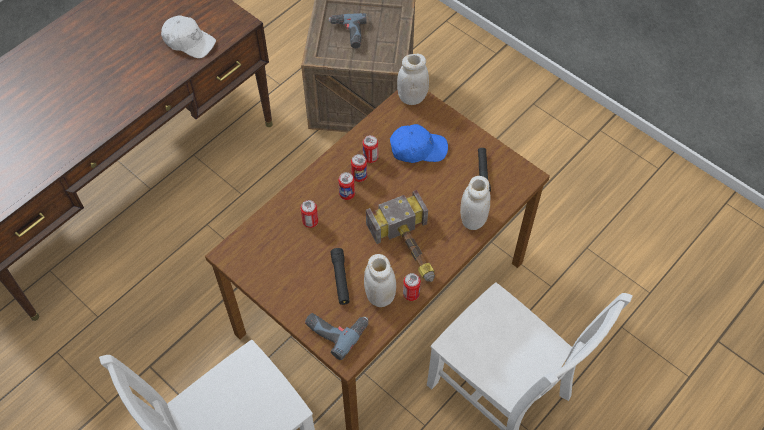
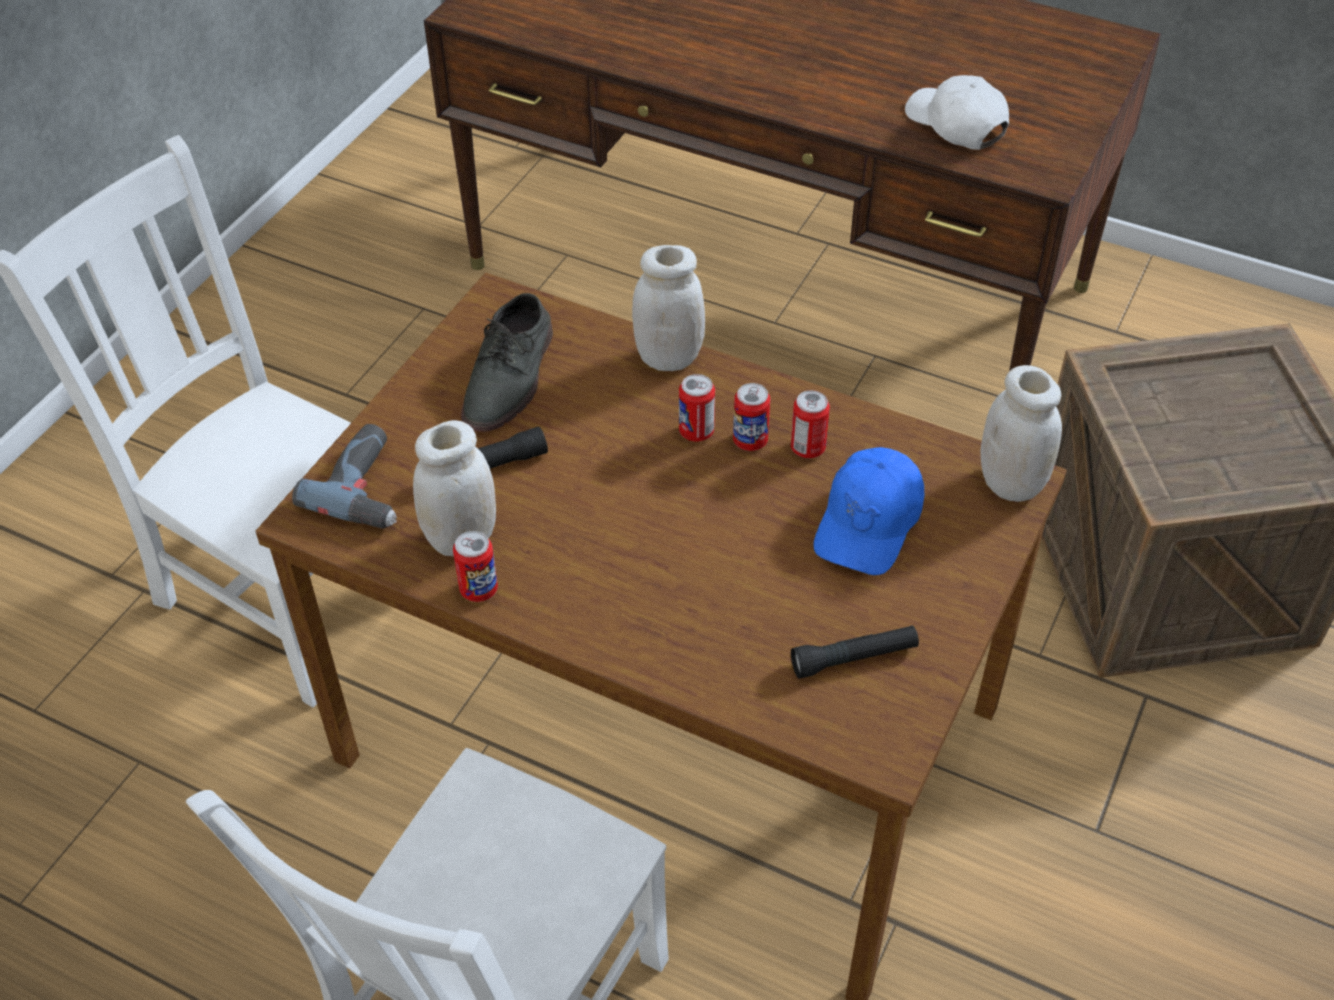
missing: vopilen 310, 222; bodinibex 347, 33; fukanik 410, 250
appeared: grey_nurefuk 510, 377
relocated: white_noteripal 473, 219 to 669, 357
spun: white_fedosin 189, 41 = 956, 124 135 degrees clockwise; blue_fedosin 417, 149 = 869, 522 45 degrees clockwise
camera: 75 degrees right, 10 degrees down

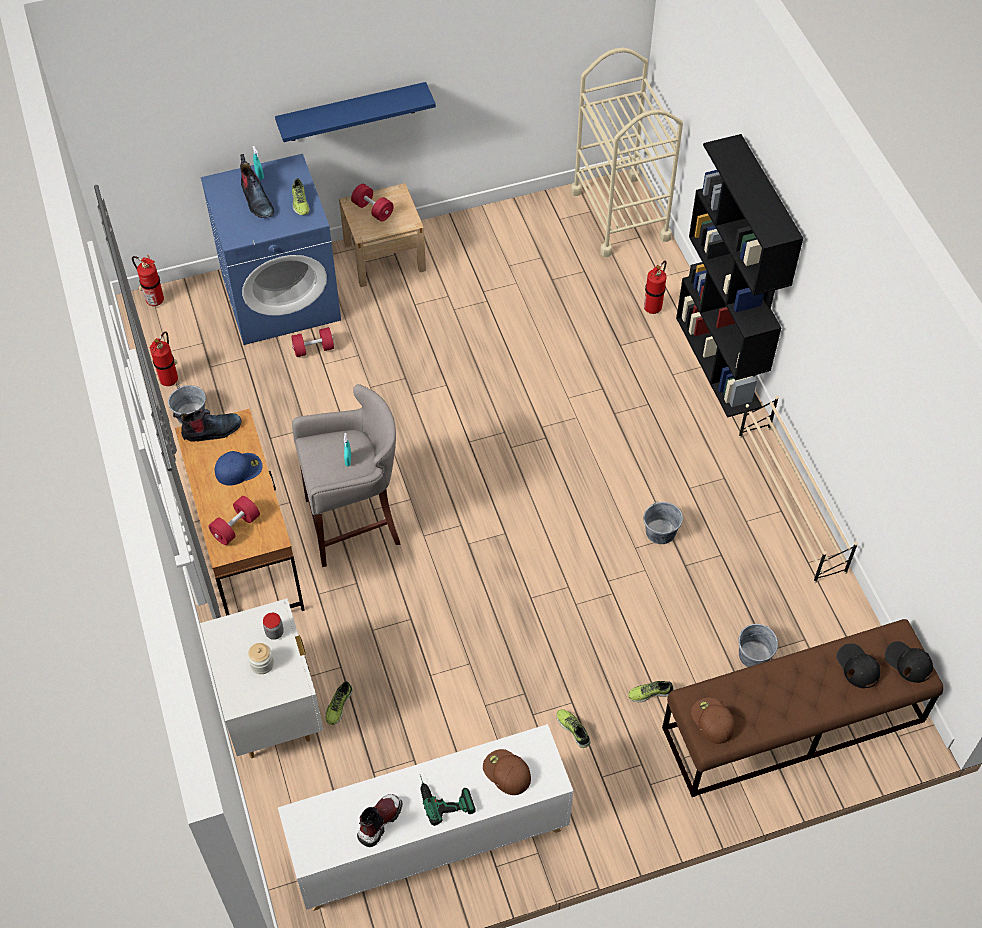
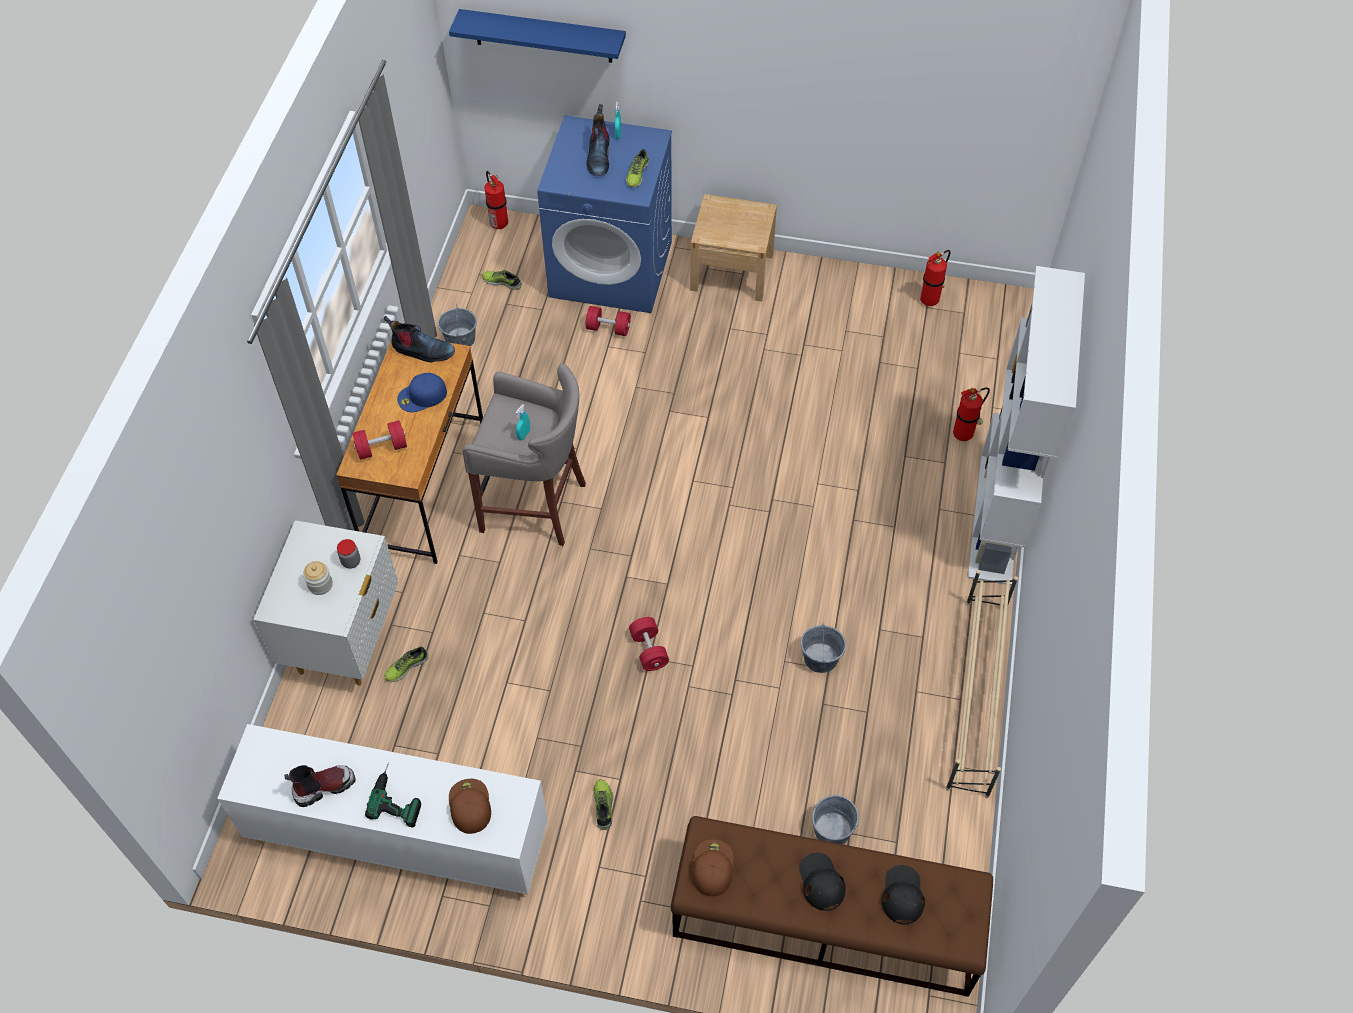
missing: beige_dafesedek 620, 214
relocated: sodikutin 170, 379 to 930, 300; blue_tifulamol 352, 112 to 543, 36; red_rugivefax 373, 210 to 649, 650; nurefuk 650, 693 to 502, 282; black_fedosin 908, 662 to 821, 882
colour: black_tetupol 719, 362 to white_tetupol 996, 519
spun: blue_fedosin 239, 468 = 422, 396 150 degrees clockwise
camera: 30 degrees right, 0 degrees up

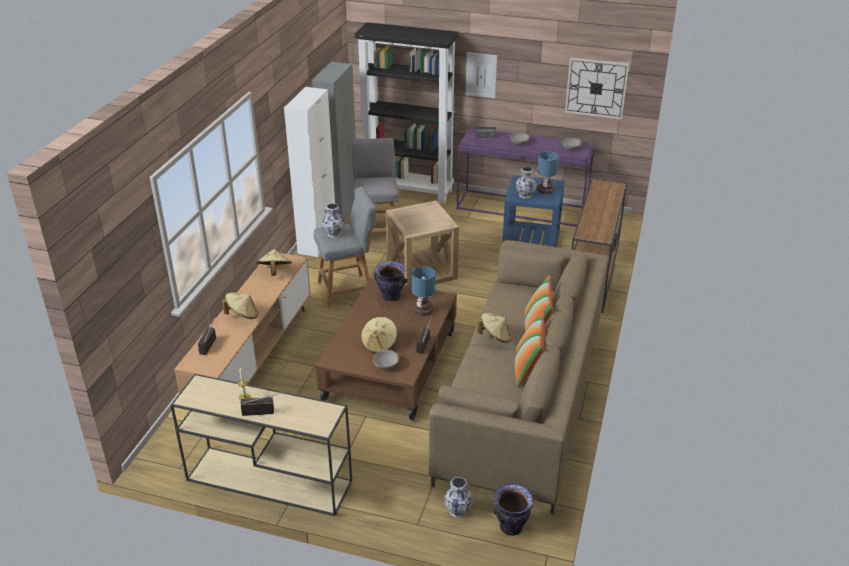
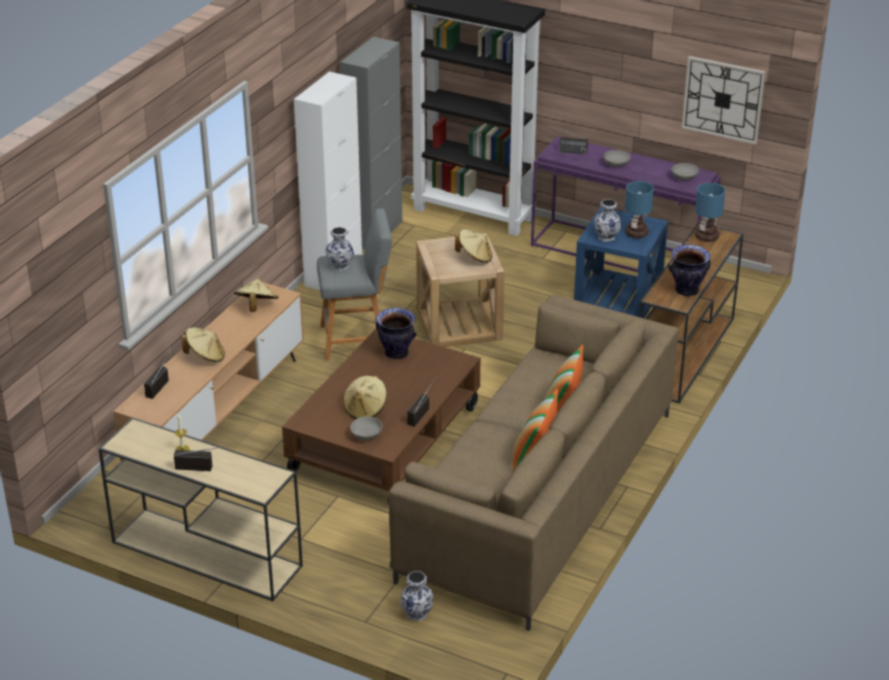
missing: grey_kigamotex 377, 233; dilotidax 481, 75
relocated: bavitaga 423, 311 to 706, 237; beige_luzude 495, 337 to 475, 257; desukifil 511, 527 to 687, 291
camera: 10 degrees right, 0 degrees up

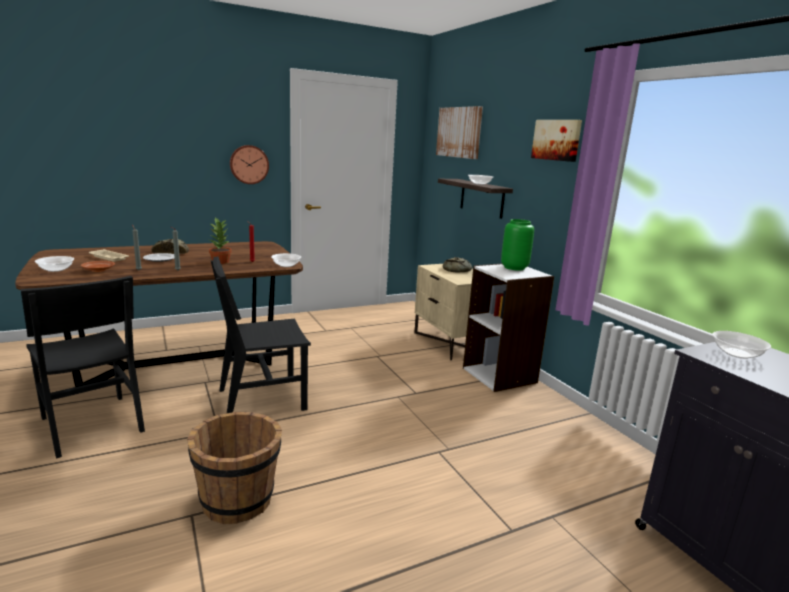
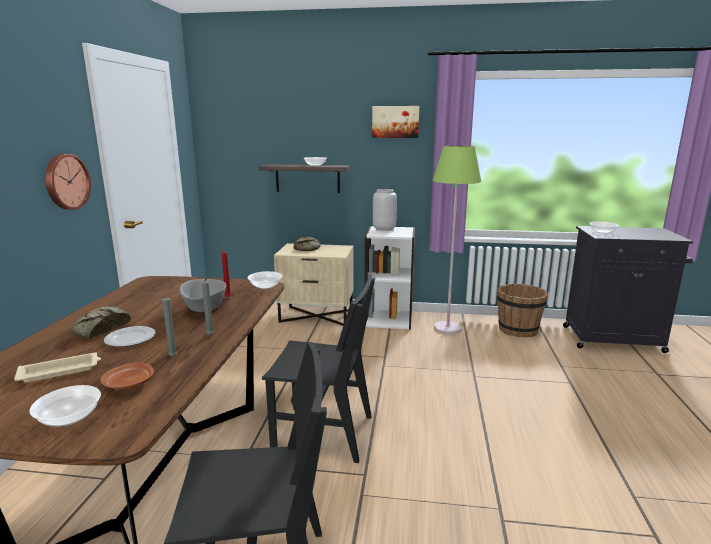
missing: dilotidax 459, 132
appeared: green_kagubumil 447, 328
relocated: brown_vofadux 238, 500 to 518, 330
exchanged: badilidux 221, 262 to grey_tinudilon 203, 310
colour: green_desukifil 513, 267 to grey_desukifil 383, 229
spun: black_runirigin 262, 399 = 323, 433 90 degrees counterclockwise
camera: 55 degrees left, 0 degrees up

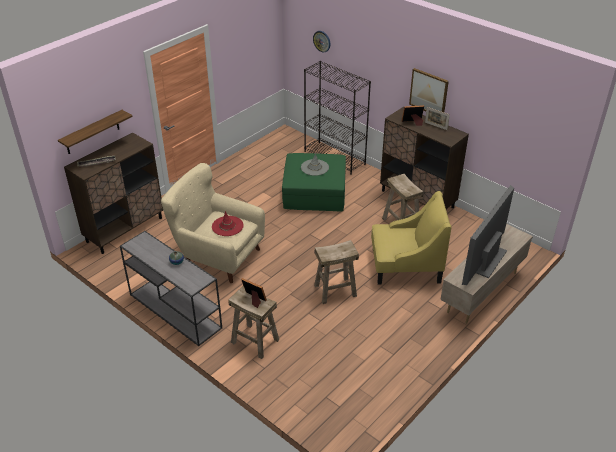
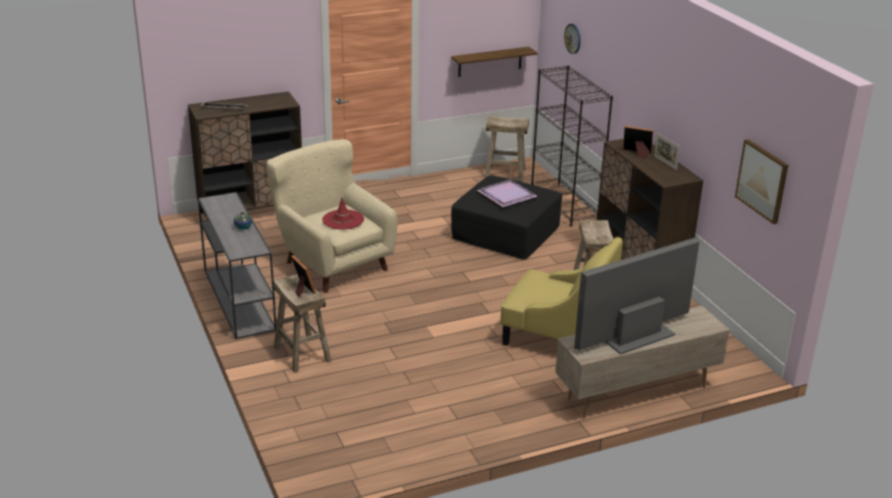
relocated: tifulamol 92, 132 to 490, 61; beige_kigamotex 335, 290 to 505, 173; dilotidax 429, 92 to 762, 180
exchanged: grey_luzude 314, 167 to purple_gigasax 507, 194
colour: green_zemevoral 314, 192 to black_zemevoral 506, 232
camera: 25 degrees right, 10 degrees down

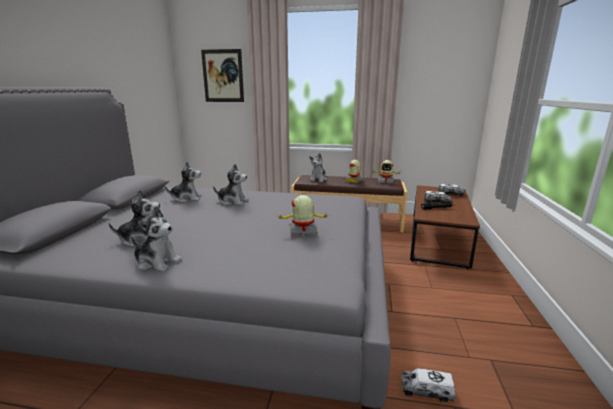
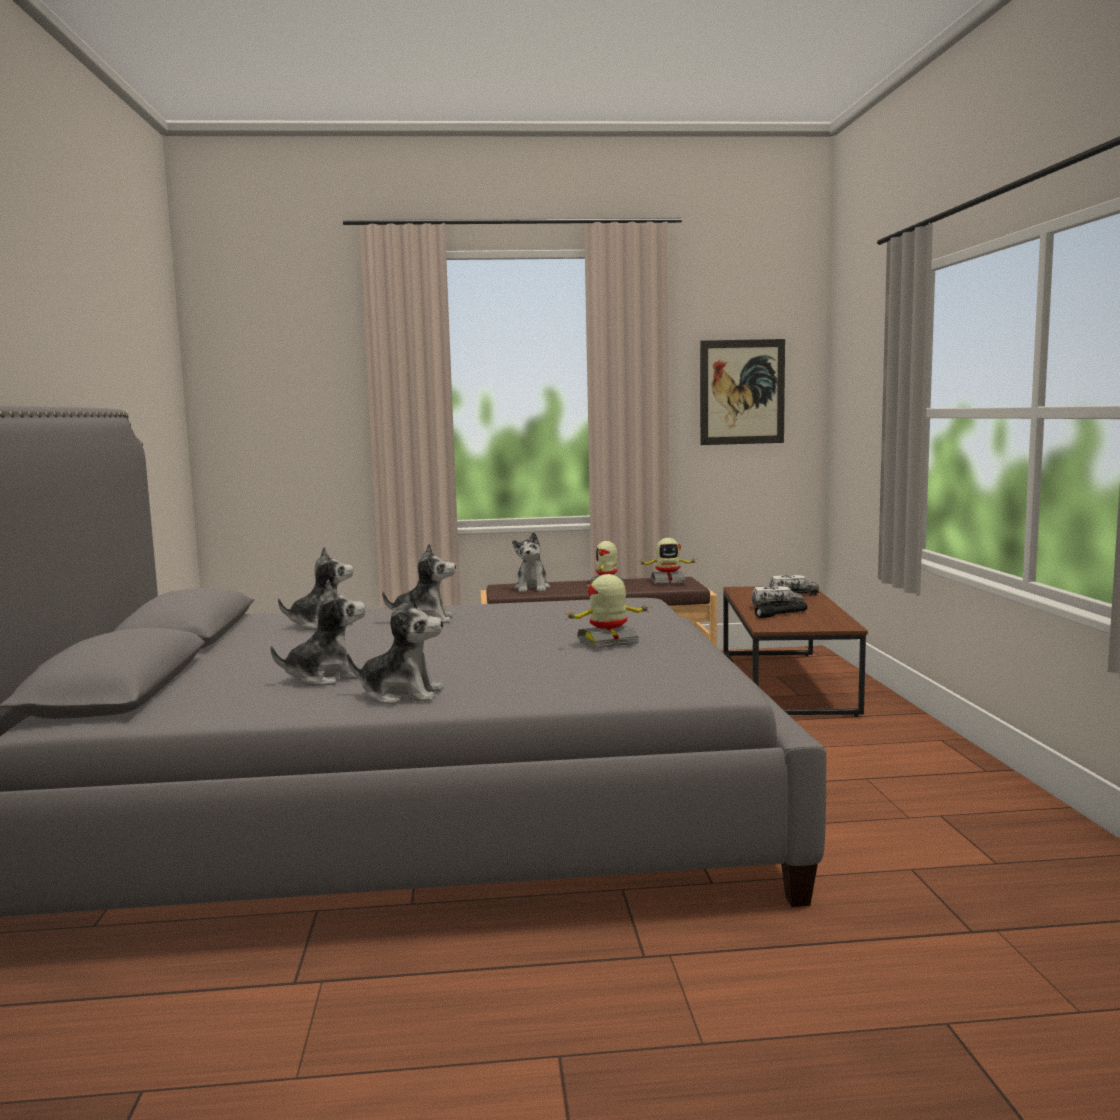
missing: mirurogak 426, 391
relocated: dilotidax 223, 76 to 742, 392
camera: 15 degrees left, 10 degrees down

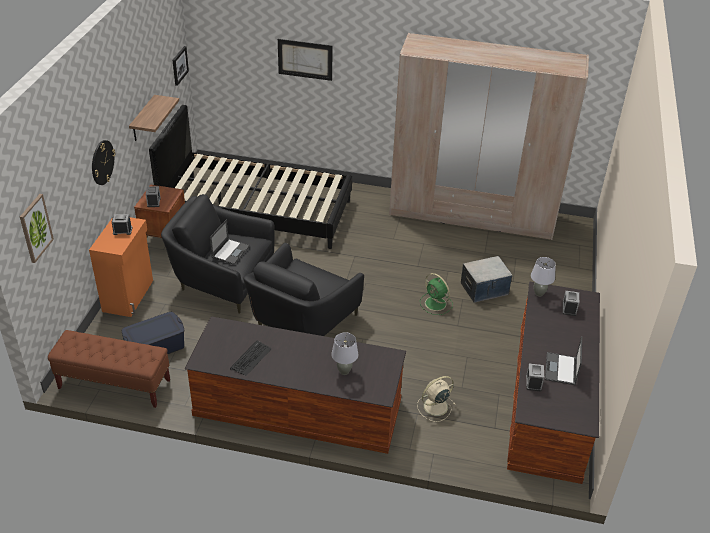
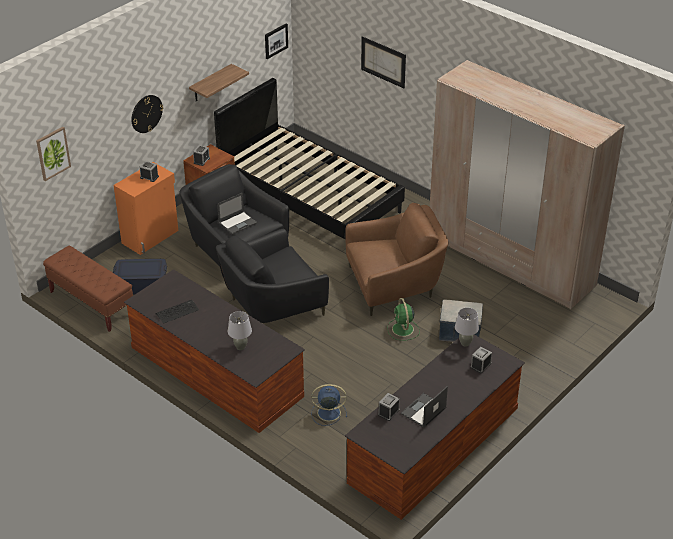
appeared: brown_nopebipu 394, 284
colour: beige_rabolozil 434, 407 to blue_rabolozil 327, 413
camera: 30 degrees right, 0 degrees up

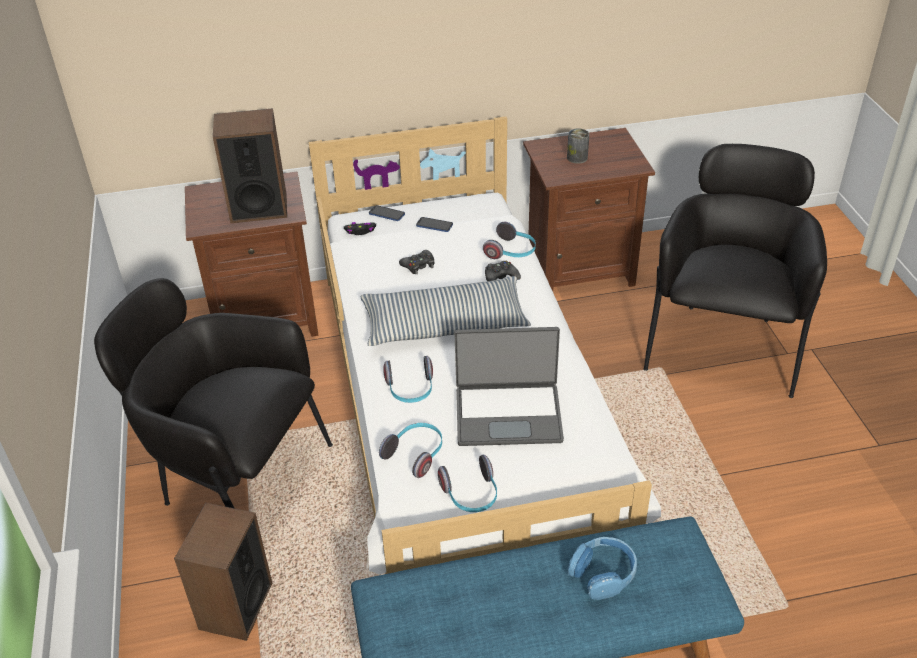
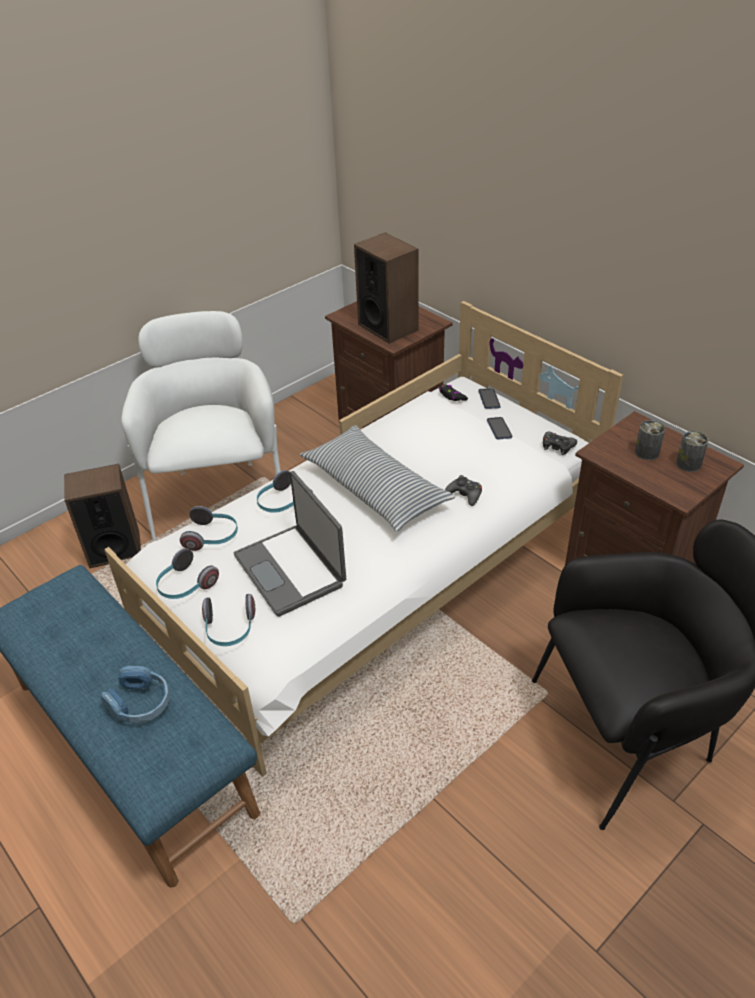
appeared: vopilen 688, 464
relocated: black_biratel 418, 265 to 557, 446; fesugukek 511, 252 to 230, 629
colour: black_nopebipu 236, 485 to white_nopebipu 218, 495
camera: 60 degrees right, 0 degrees up

